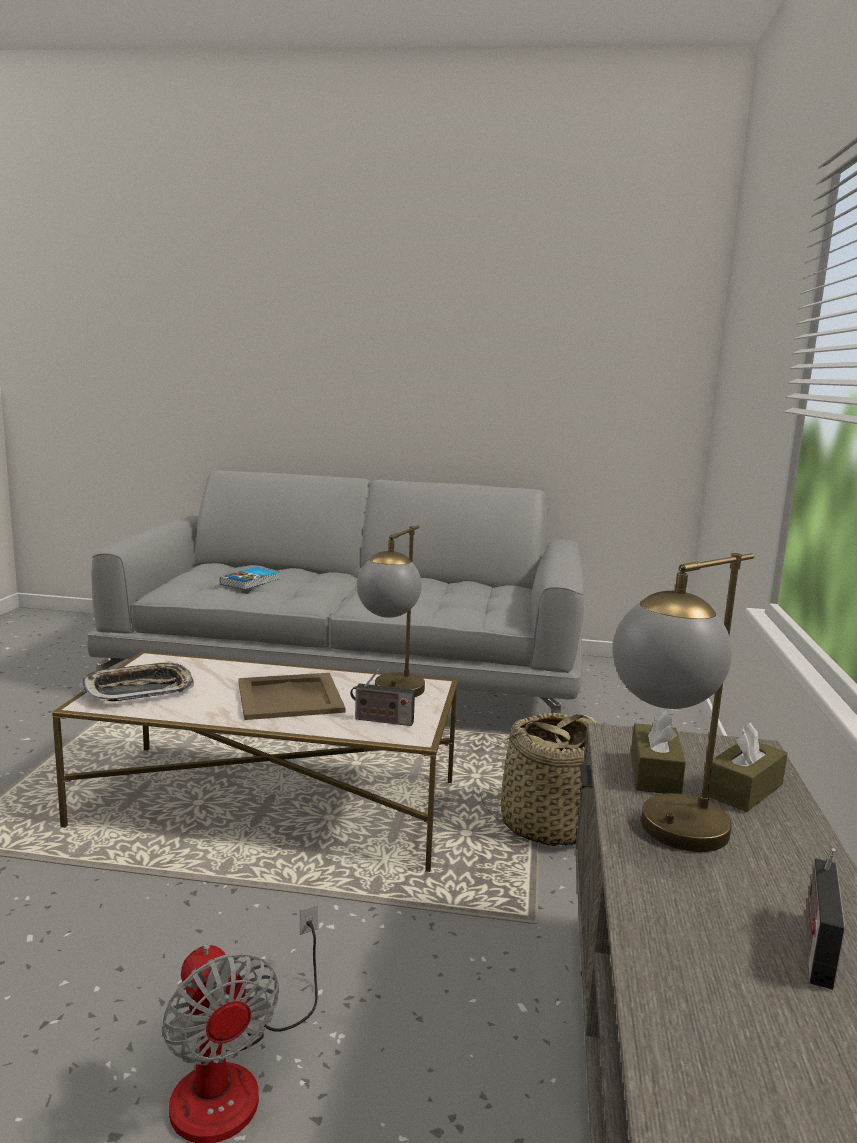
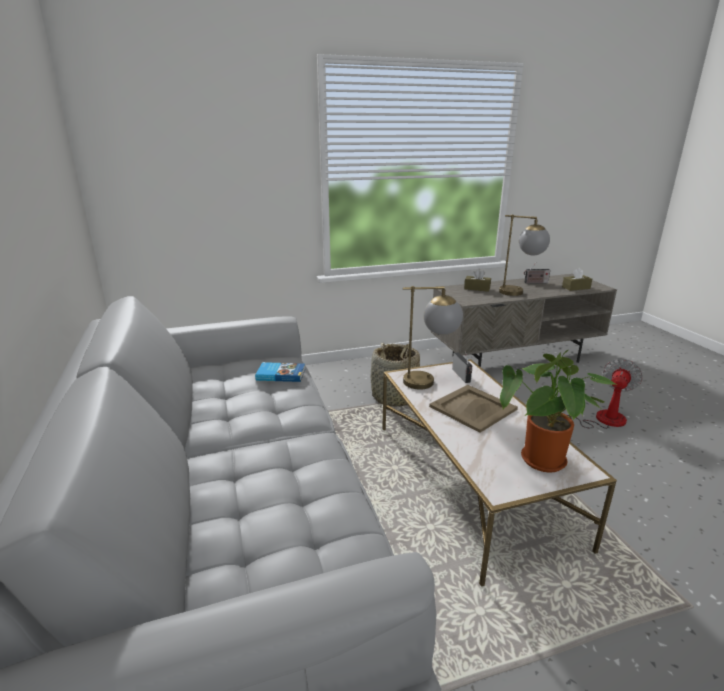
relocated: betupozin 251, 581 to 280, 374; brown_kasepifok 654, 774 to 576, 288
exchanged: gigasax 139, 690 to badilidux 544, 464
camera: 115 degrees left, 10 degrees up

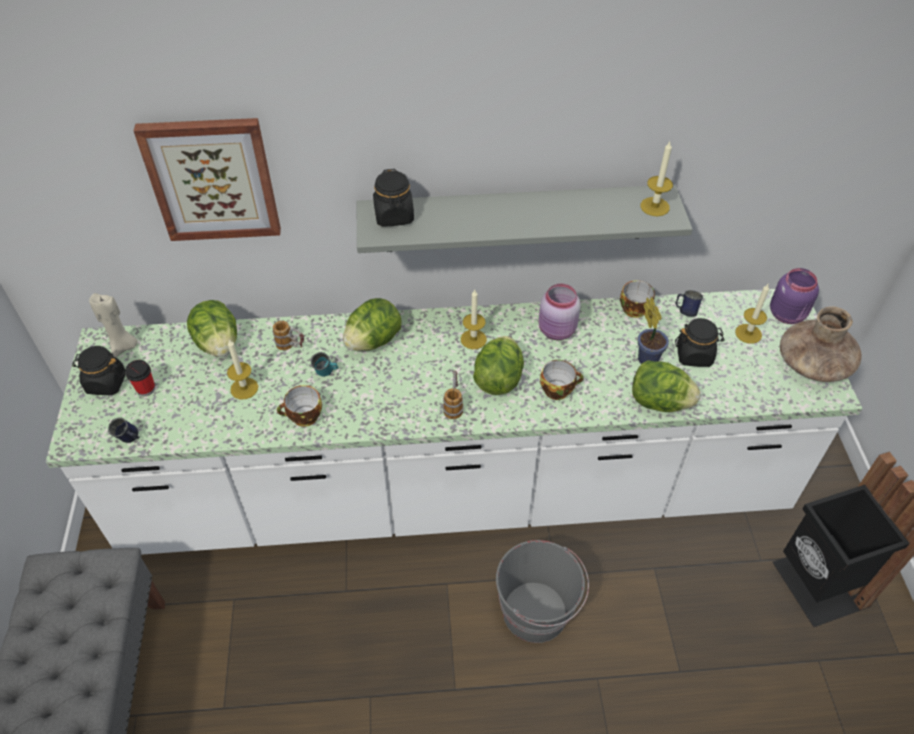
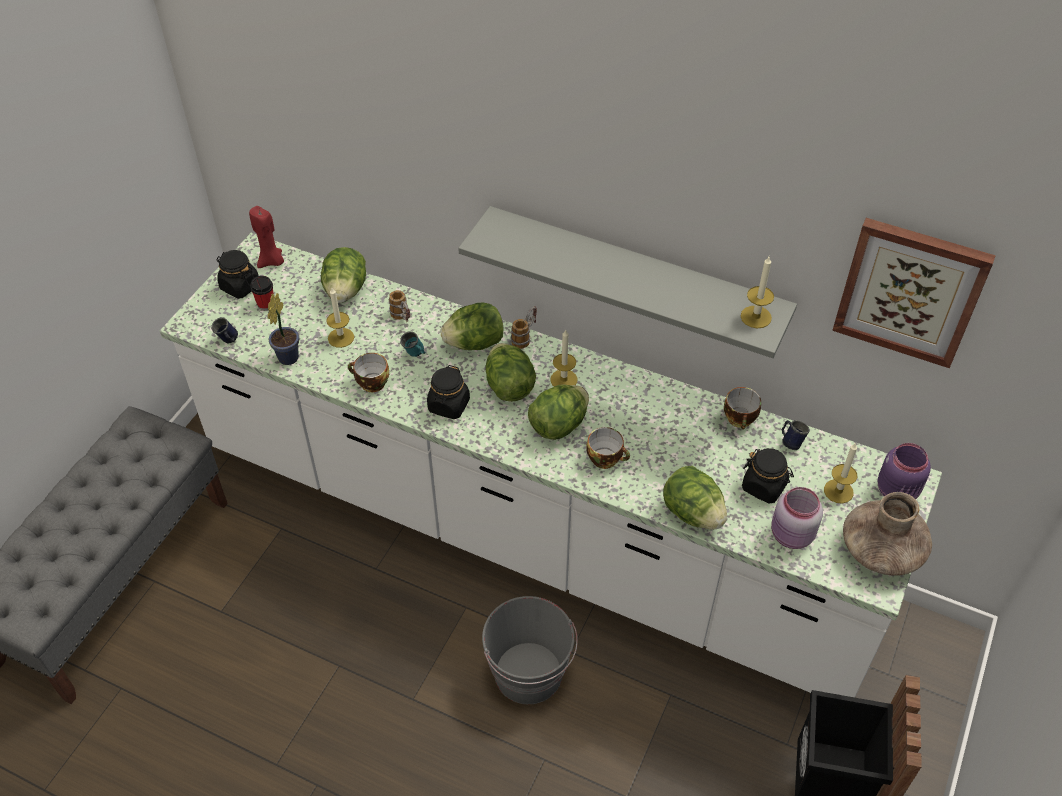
appeared: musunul 509, 386
relocated: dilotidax 212, 179 to 910, 291; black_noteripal 394, 216 to 449, 405; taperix 453, 404 to 525, 336; pink_noteripal 557, 331 to 791, 536; badilidux 646, 357 to 289, 355
colour: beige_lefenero 124, 347 to red_lefenero 272, 261
camera: 30 degrees right, 0 degrees up

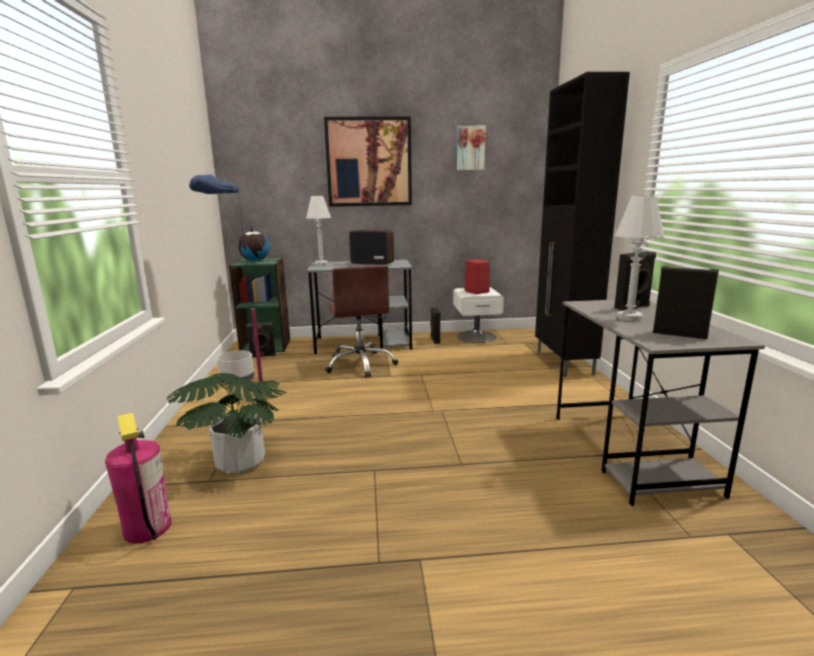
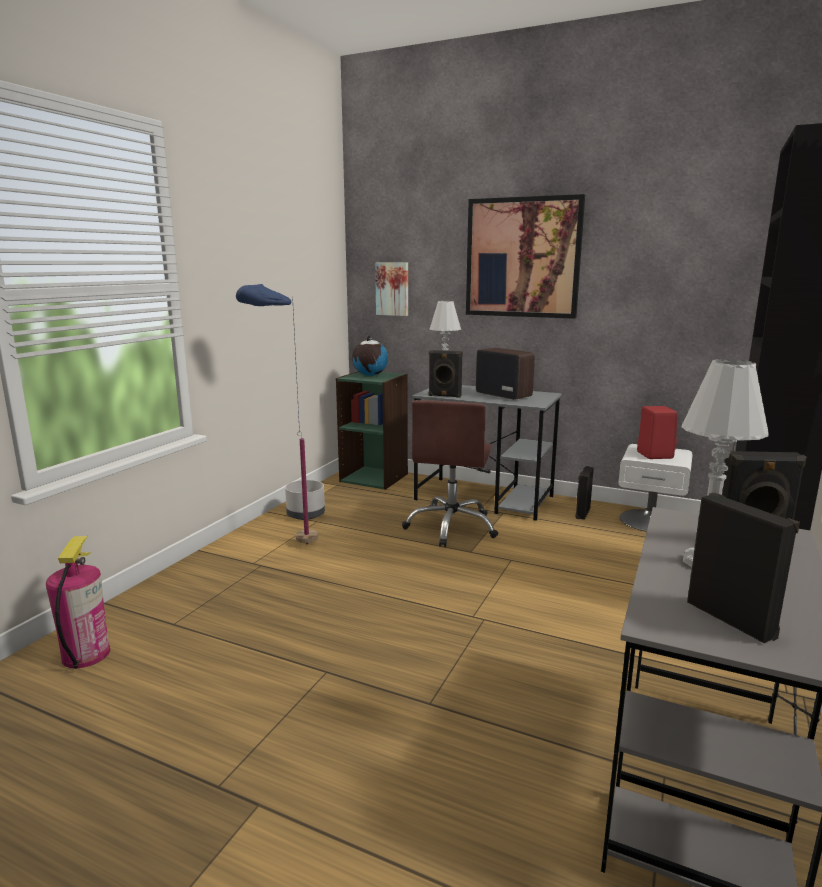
missing: badilidux 241, 462
relocated: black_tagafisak 262, 356 to 444, 396; dilotidax 470, 148 to 392, 289
camera: 30 degrees right, 0 degrees up

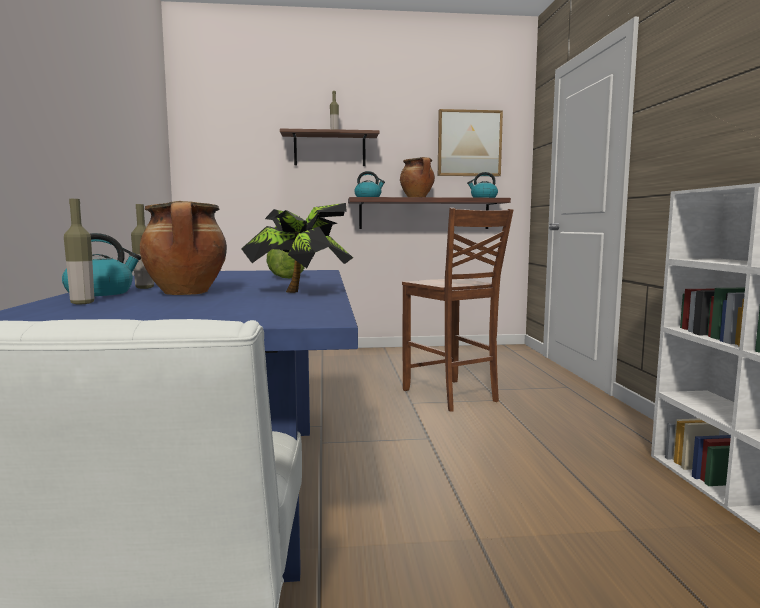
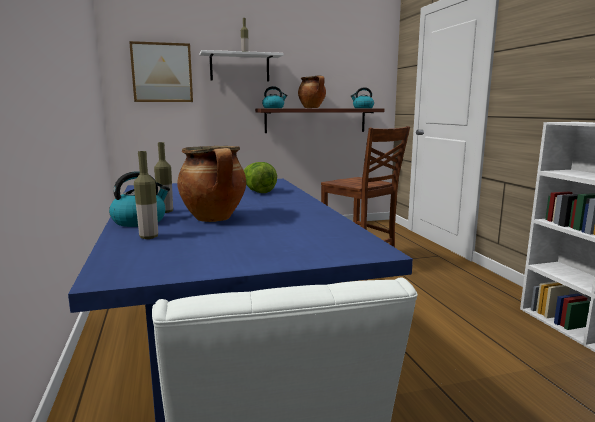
missing: badilidux 300, 293
relocated: dilotidax 469, 143 to 162, 72
colour: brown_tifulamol 329, 150 to white_tifulamol 239, 67
camera: 10 degrees left, 5 degrees up

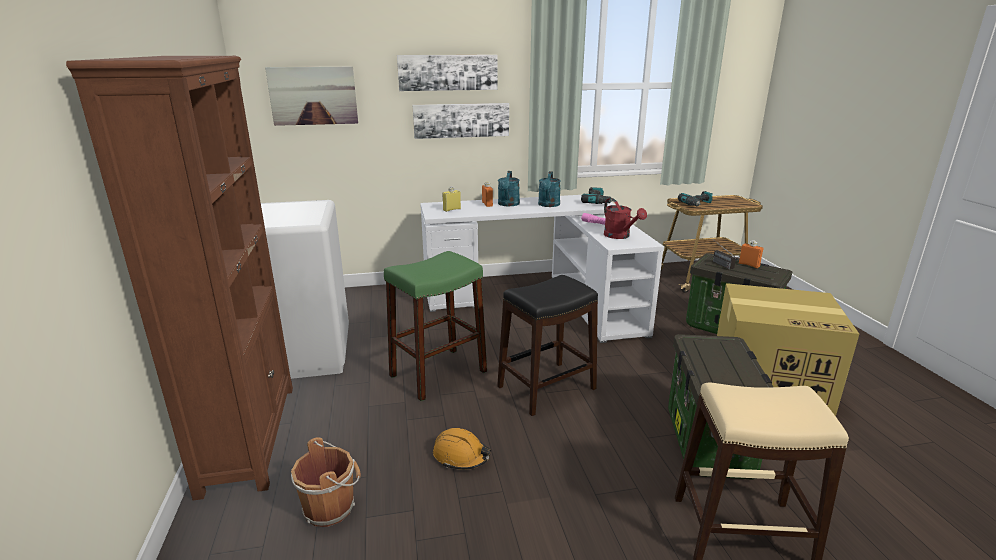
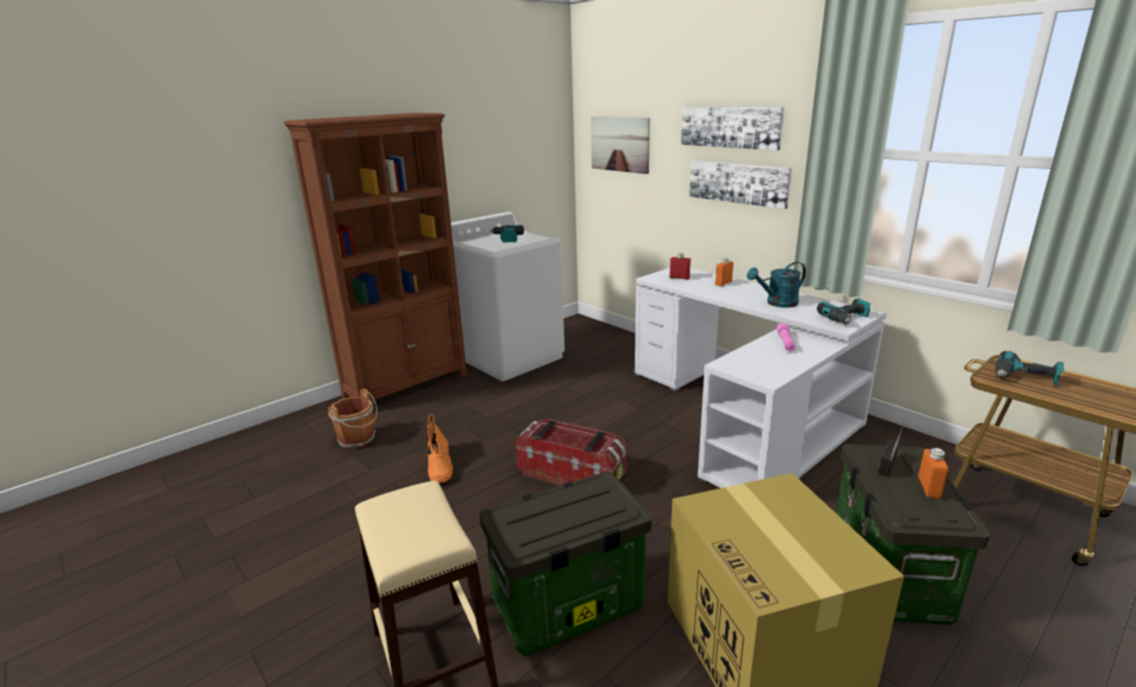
missing: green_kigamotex 438, 373; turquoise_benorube 508, 204; red_benorube 620, 236
appeared: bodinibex 507, 238
exchanged: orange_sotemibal 461, 456 to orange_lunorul 440, 466; black_kigamotex 547, 388 to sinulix 572, 474
colour: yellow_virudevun 452, 209 to red_virudevun 679, 278
camera: 60 degrees right, 0 degrees up

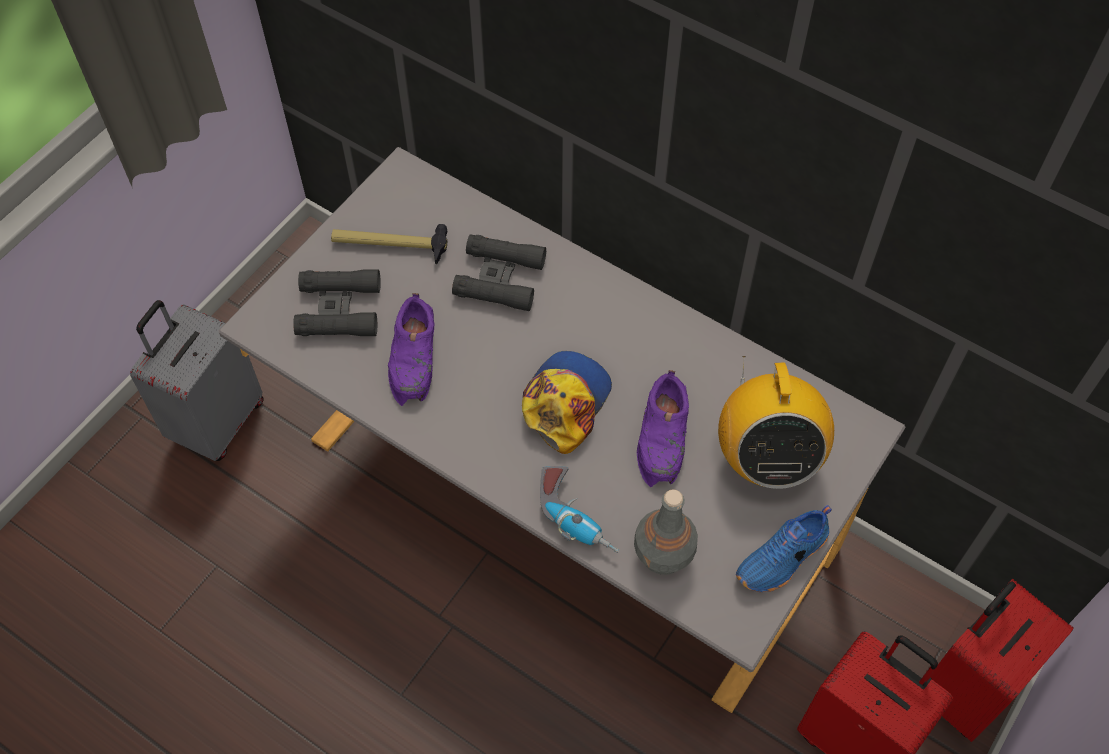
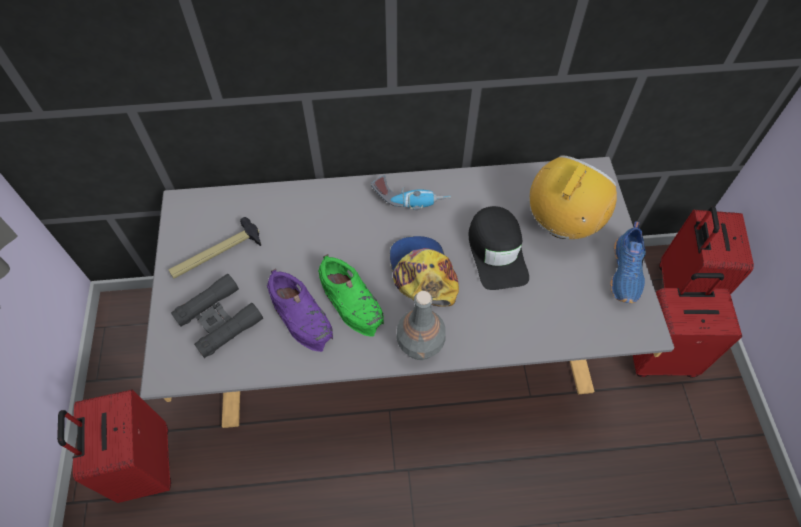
missing: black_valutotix 499, 278
appeared: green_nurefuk 351, 300
relocated: bodinibex 578, 516 to 410, 198; grey_virudevun 664, 555 to 421, 344
exchanged: purple_nurefuk 663, 436 to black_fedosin 497, 252
colour: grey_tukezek 216, 421 to red_tukezek 145, 464
spun: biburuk 766, 458 = 562, 224 105 degrees counterclockwise
camera: 40 degrees left, 0 degrees up

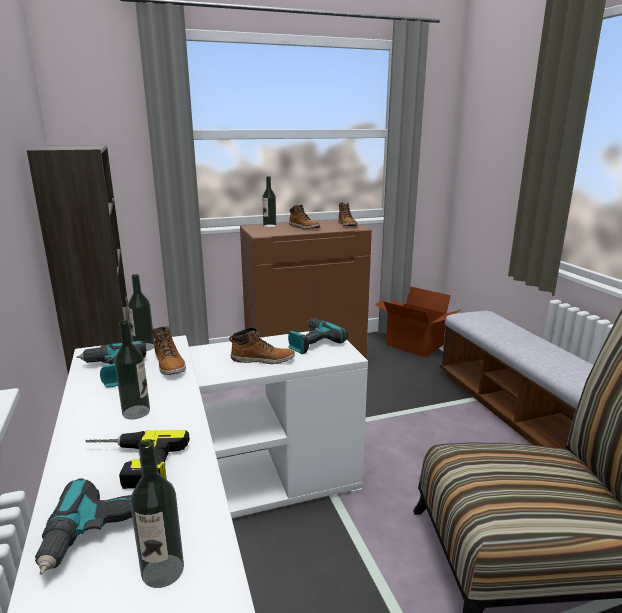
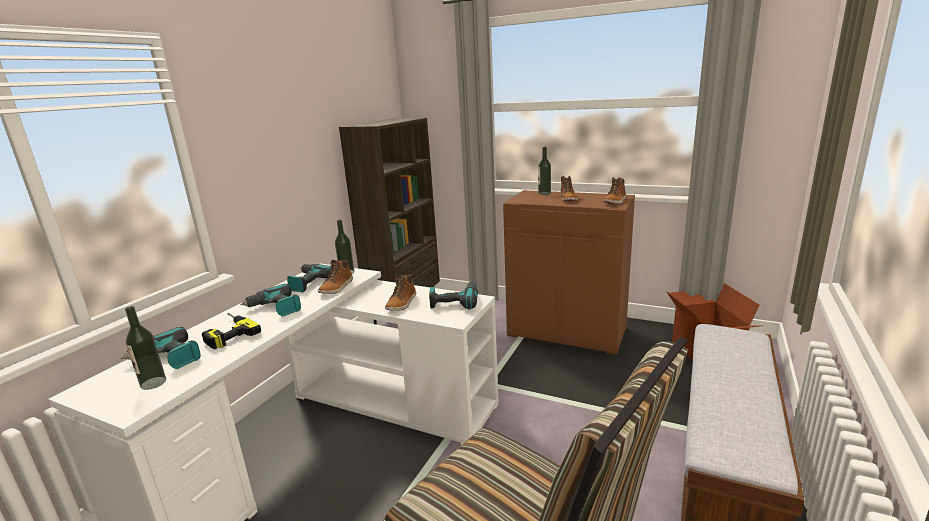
exchanged: virudevun 136, 412 to bodinibex 275, 308
spun: lunorul 263, 359 = 402, 303 60 degrees clockwise
camera: 45 degrees right, 0 degrees up

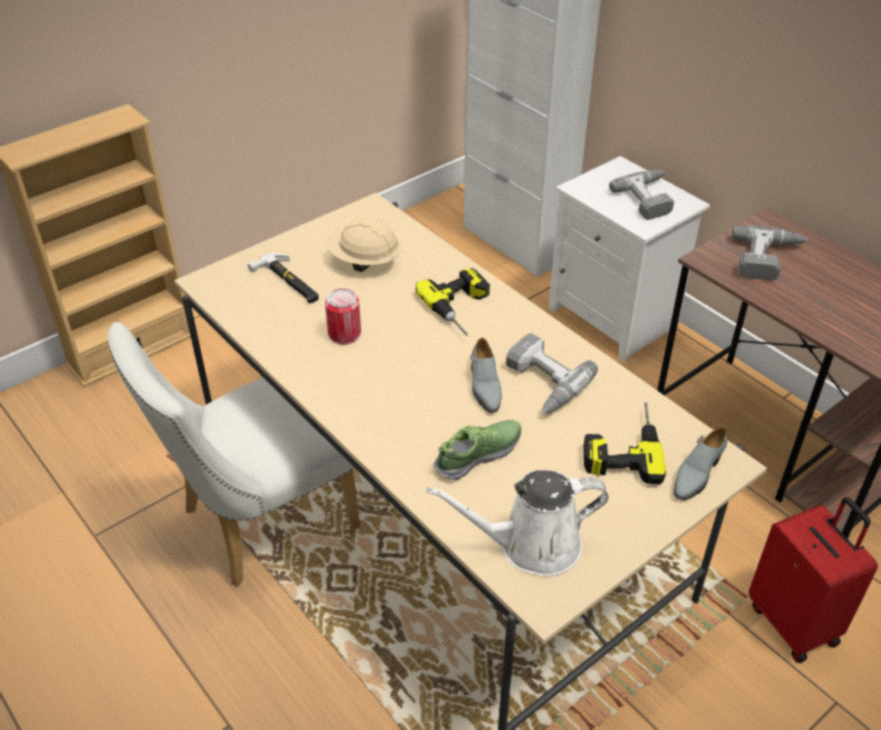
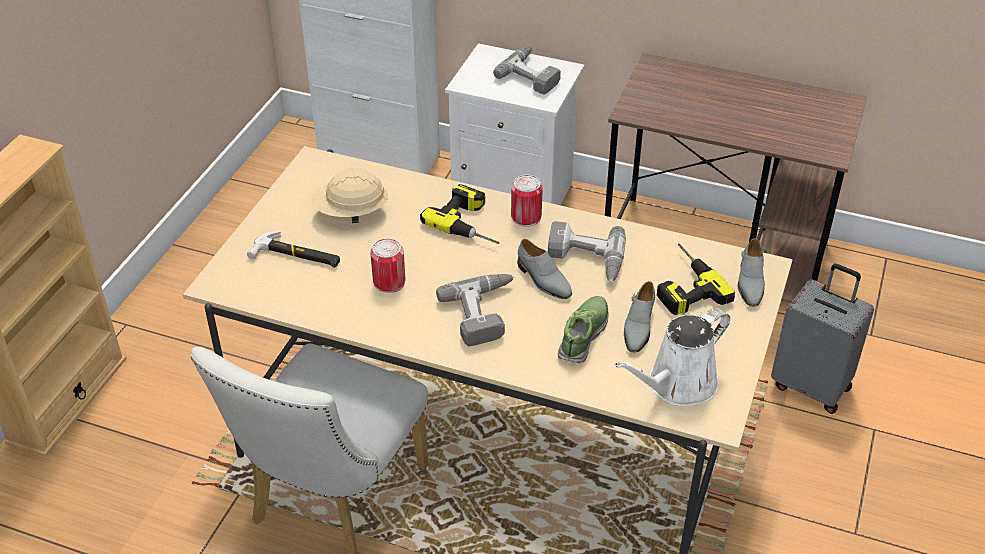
appeared: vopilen 526, 217; grey_nurefuk 638, 327
relocated: bodinibex 769, 259 to 485, 313
colour: red_tukezek 794, 623 to grey_tukezek 811, 386
camera: 30 degrees left, 0 degrees up

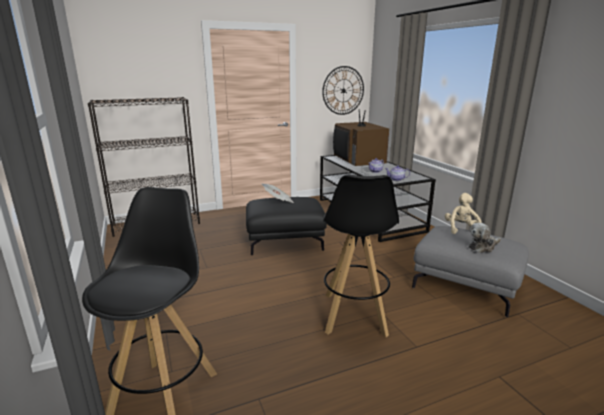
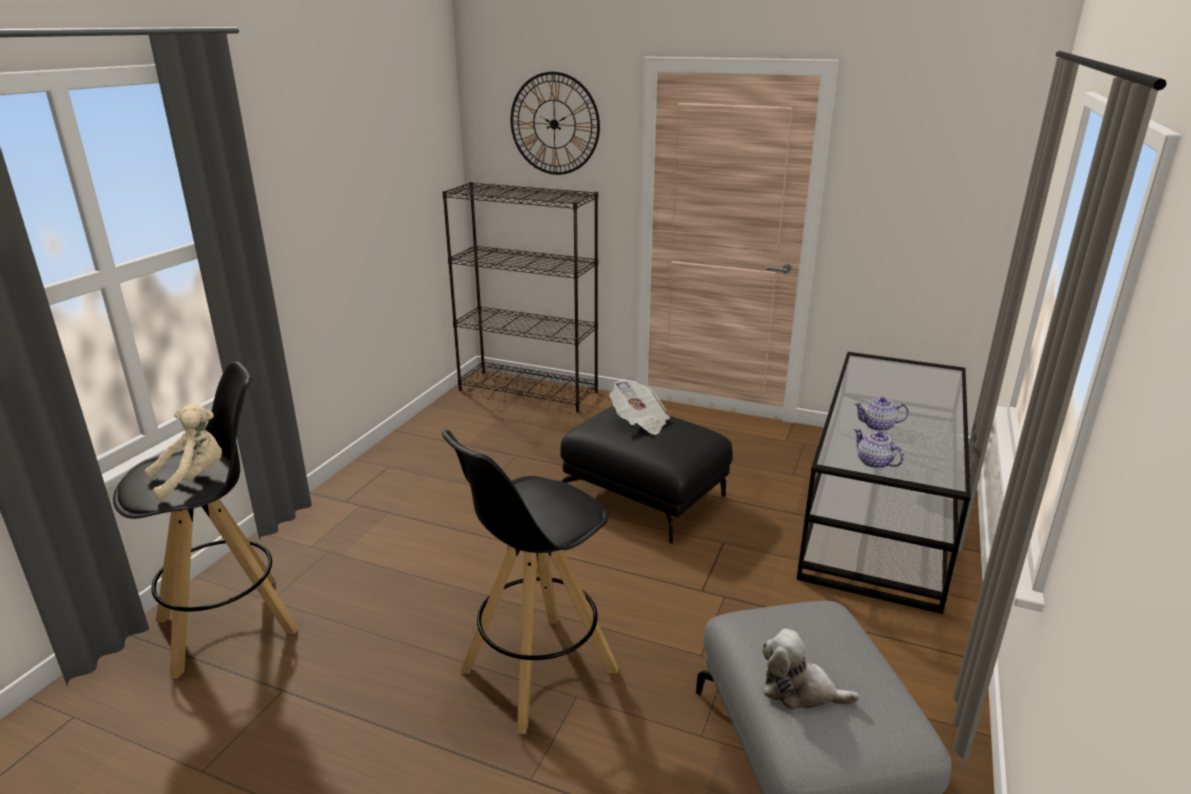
missing: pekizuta 359, 159
relocated: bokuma 343, 90 to 554, 124; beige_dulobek 461, 229 to 193, 478
camera: 45 degrees right, 5 degrees up

